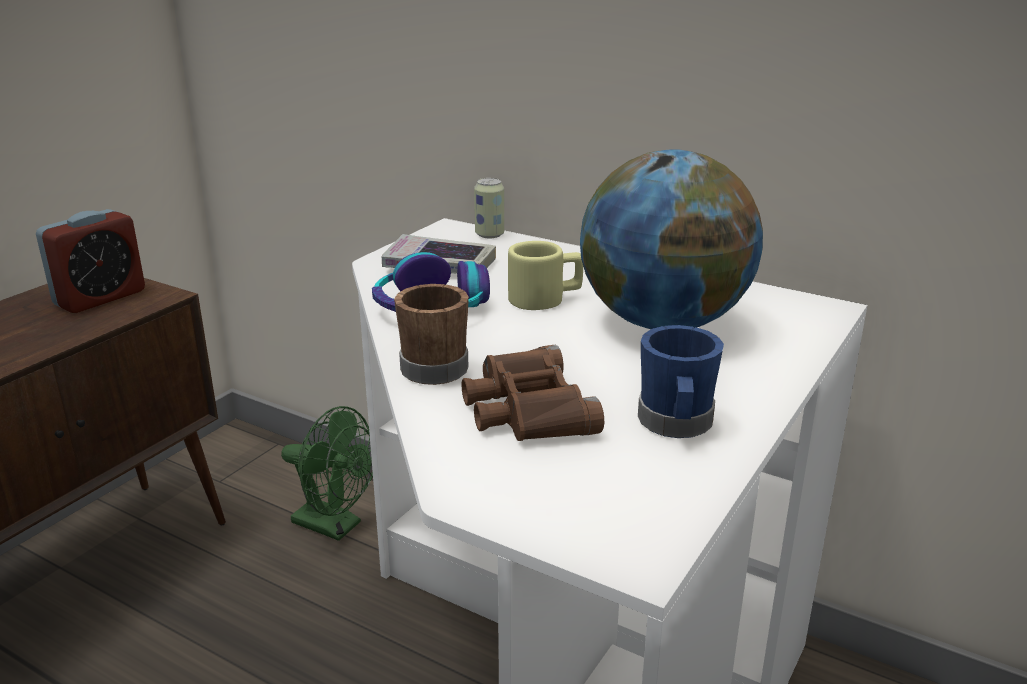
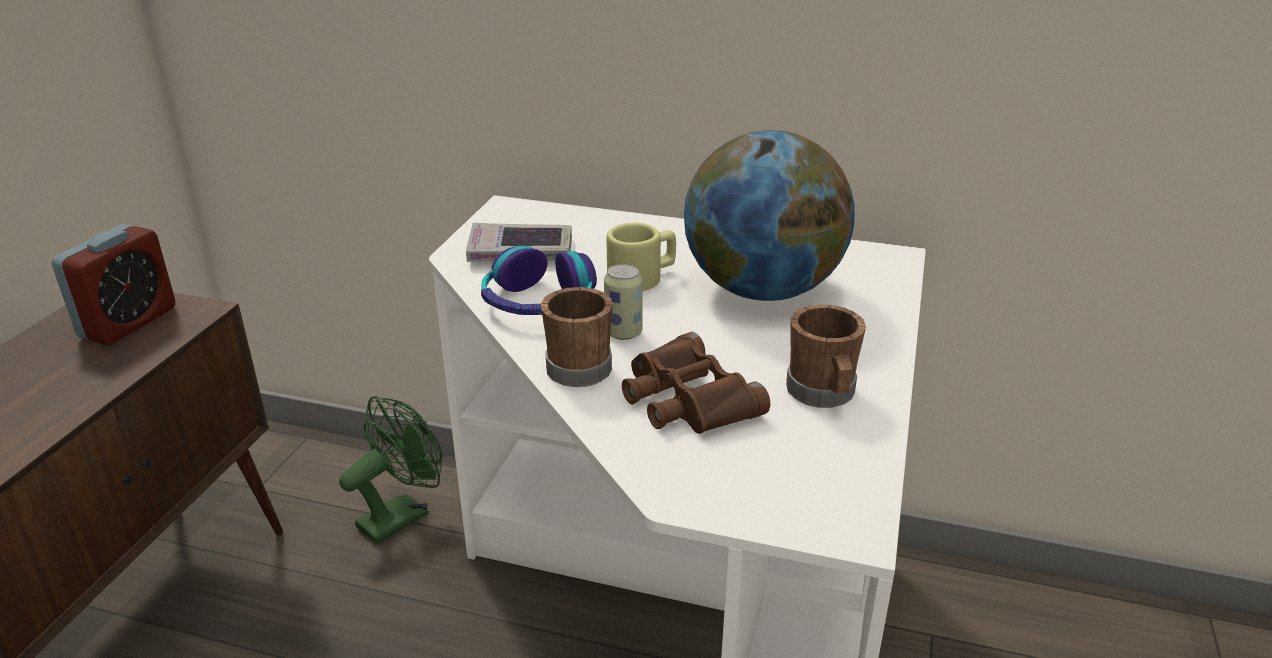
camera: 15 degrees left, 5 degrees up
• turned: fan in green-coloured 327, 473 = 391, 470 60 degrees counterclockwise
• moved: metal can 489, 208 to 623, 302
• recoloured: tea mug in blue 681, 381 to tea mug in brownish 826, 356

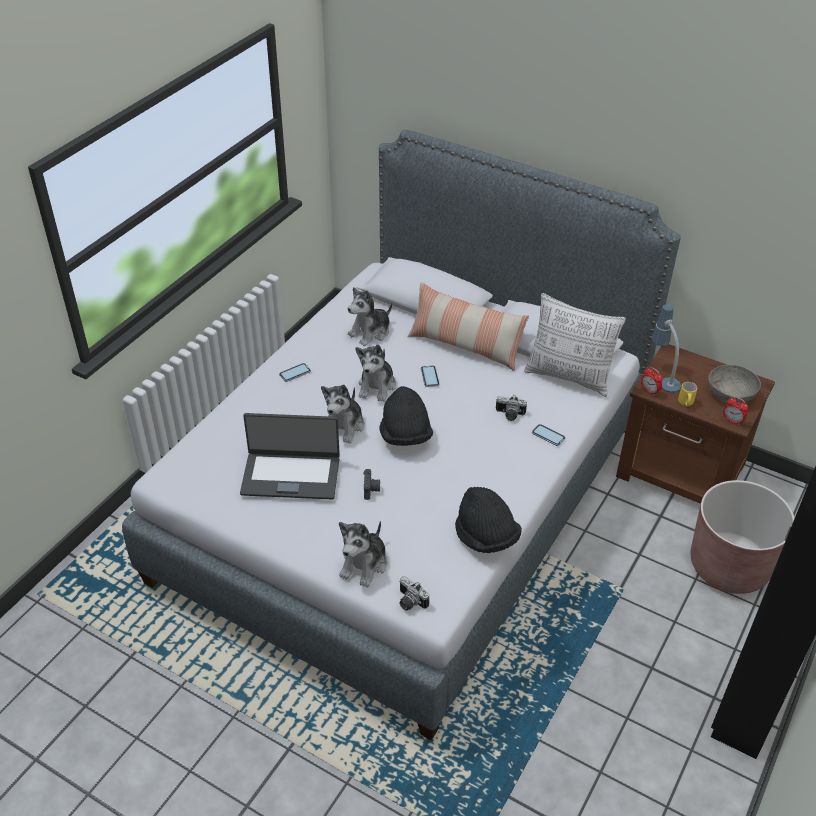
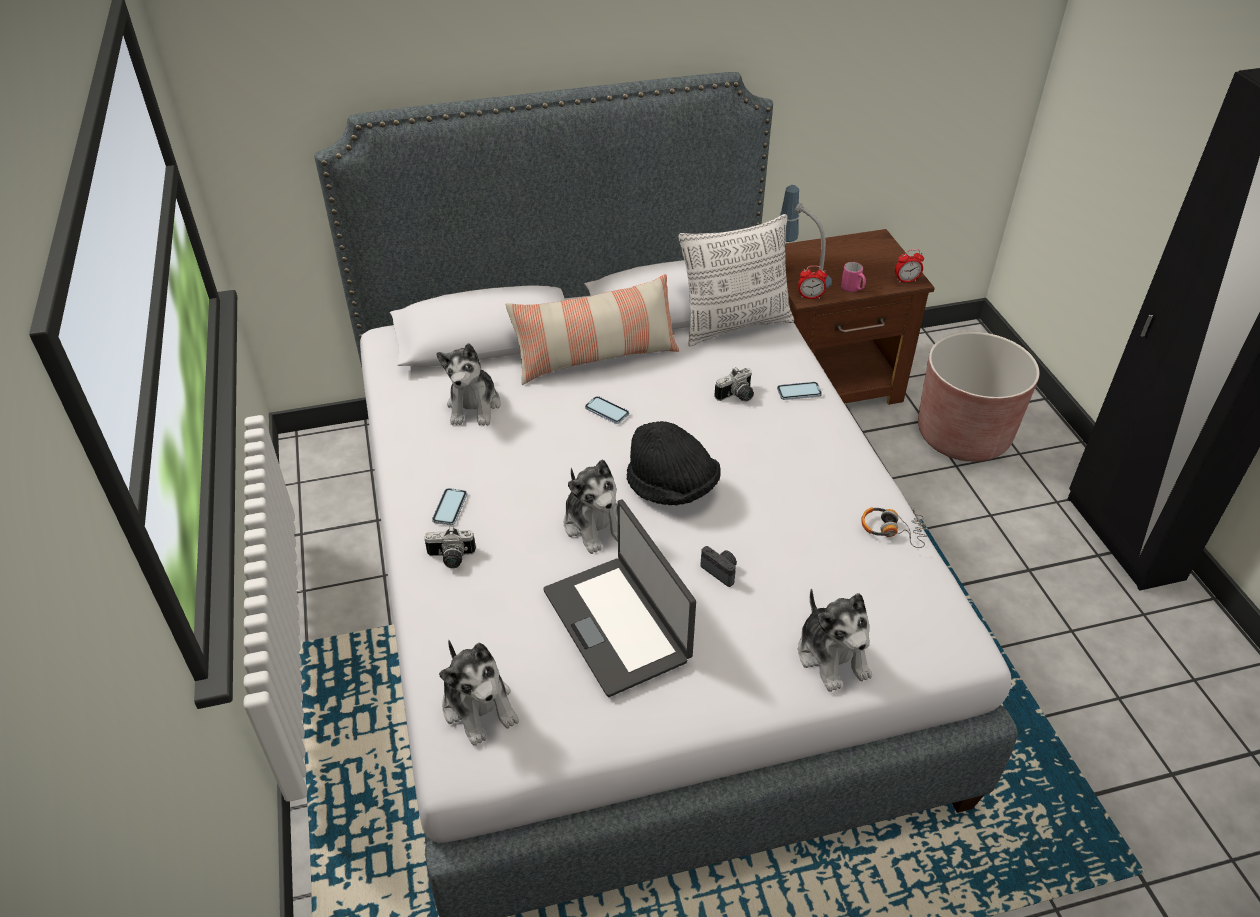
camera: 45 degrees left, 0 degrees up
• moved: still camera 414, 593 to 450, 547
• moved: cuddly toy 375, 373 to 479, 693
• turned: notebook computer 290, 456 = 619, 598 105 degrees clockwise
• recoloured: tea mug in yellow-coloured 687, 394 to tea mug in pinkish 853, 277
• replaced: clothing hat in black 488, 520 to headphones 894, 527
• removed: bowl in grey 734, 384

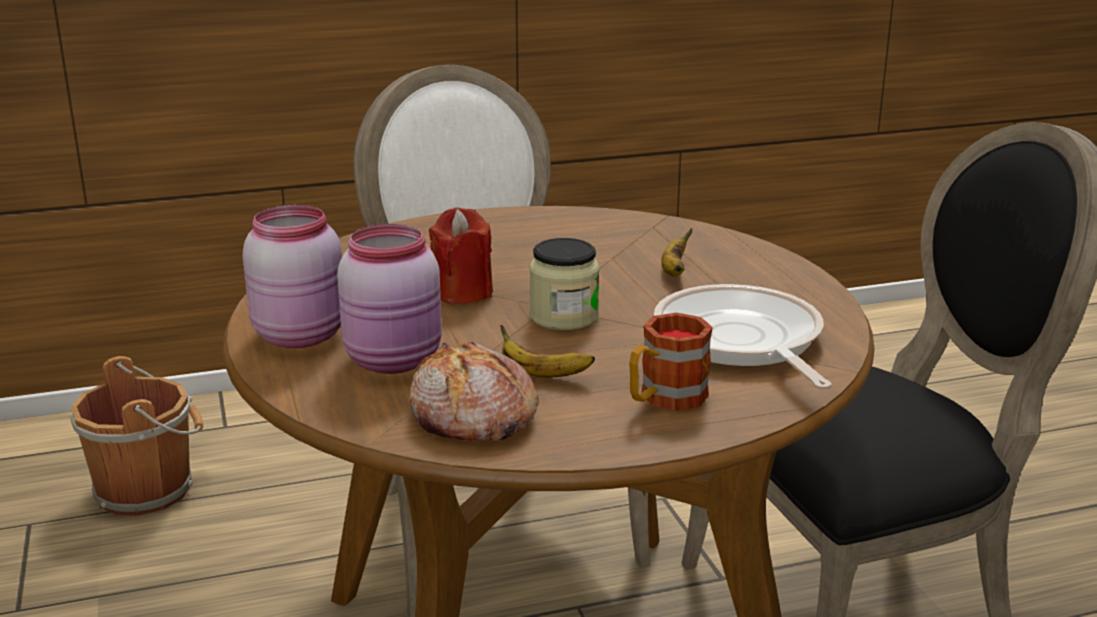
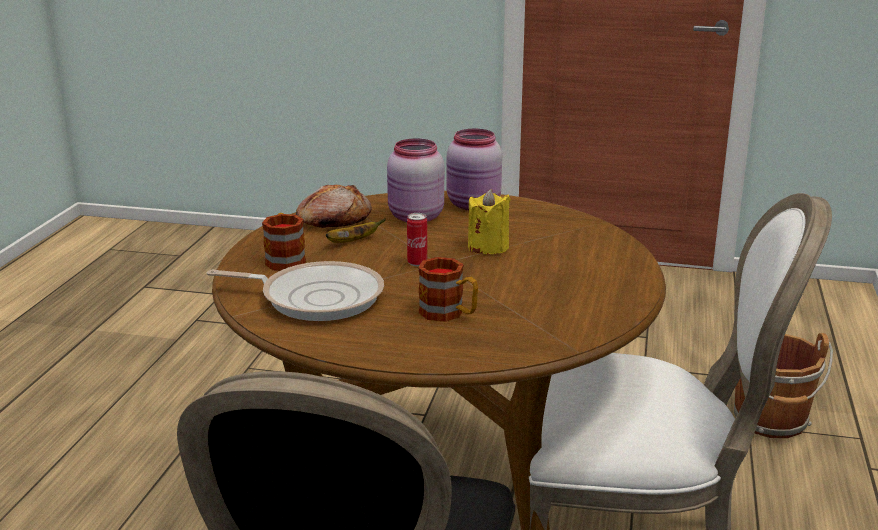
camera: 120 degrees right, 0 degrees up
• replaced: jar 564, 284 to metal can 417, 239
• replaced: banana 676, 252 to tea mug 448, 289
• recoloured: wax candle in red 461, 255 to wax candle in yellow-coloured 489, 221

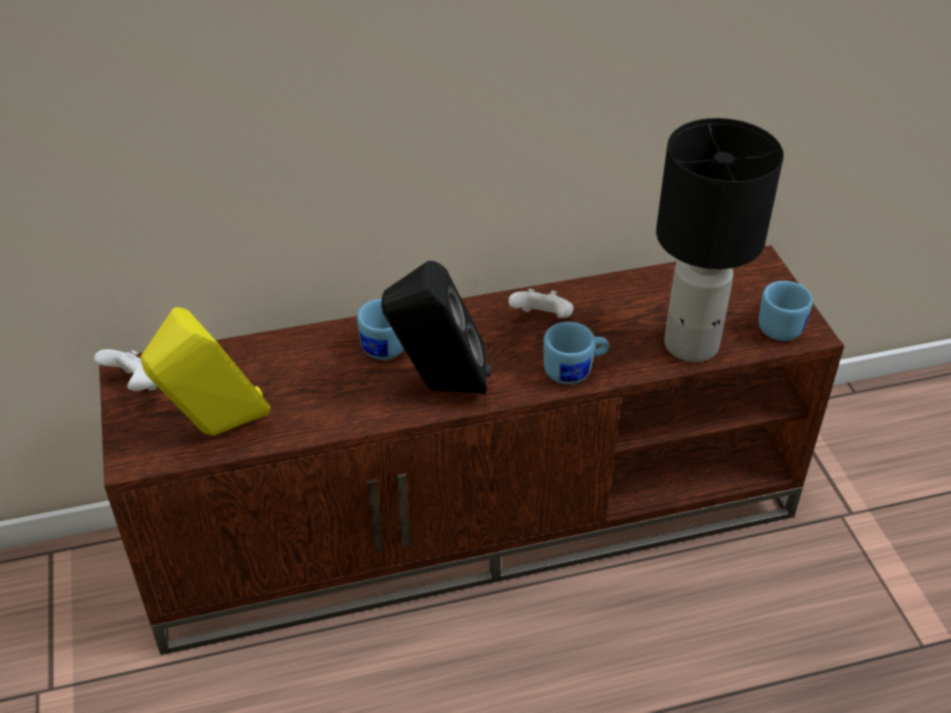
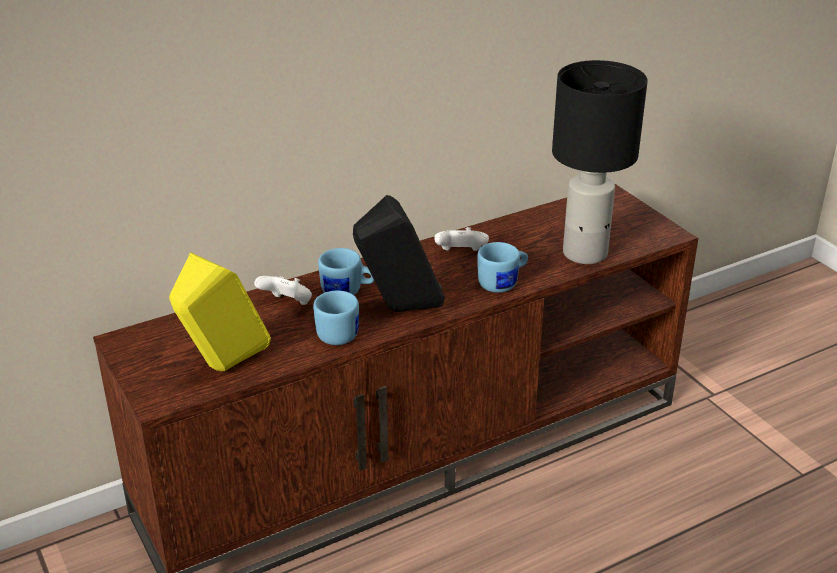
camera: 15 degrees left, 10 degrees down
• moved: gamepad in whitish 125, 370 to 283, 290
• moved: tea mug in blue 786, 311 to 336, 318

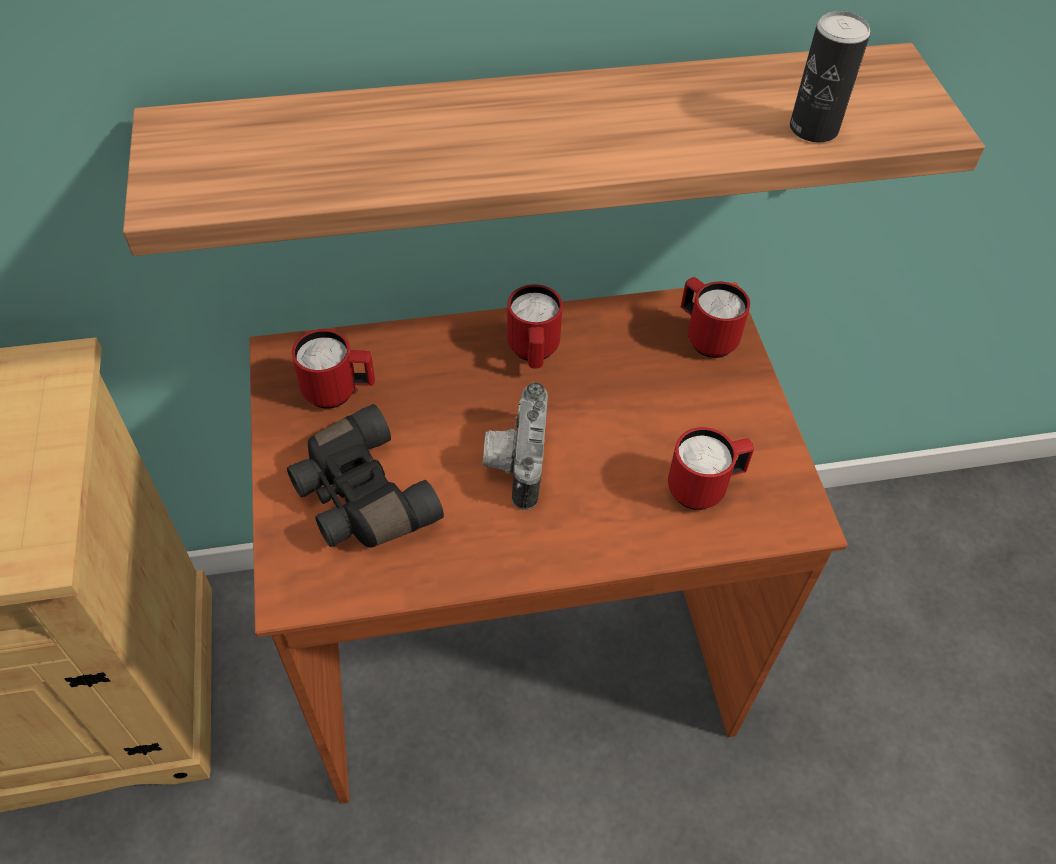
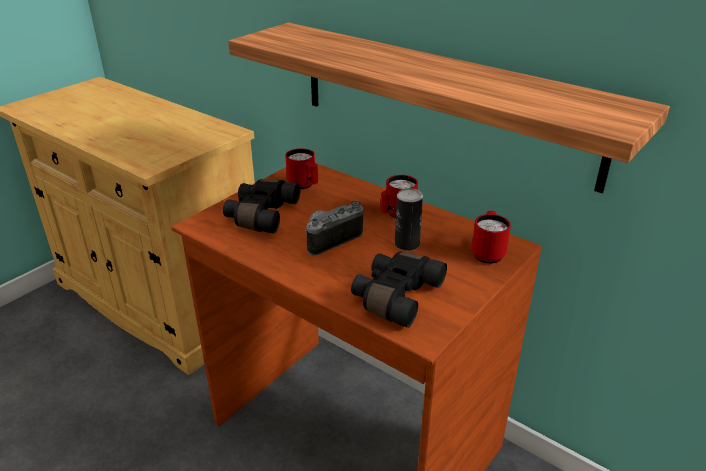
camera: 50 degrees right, 20 degrees down
• replaced: tea mug in red 711, 468 to binoculars in black 399, 289
• moved: metal can 830, 76 to 409, 219

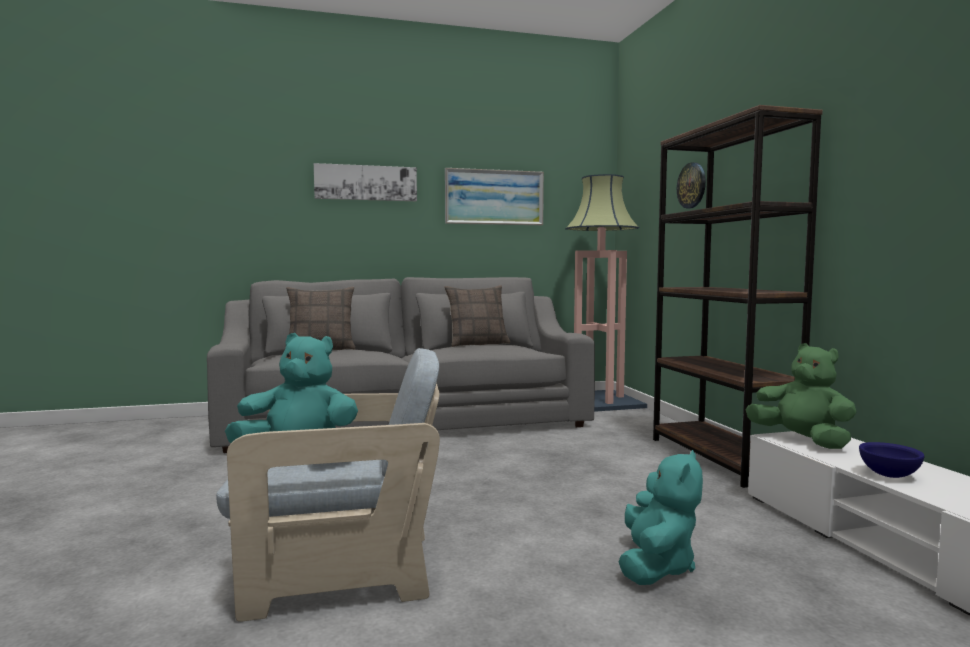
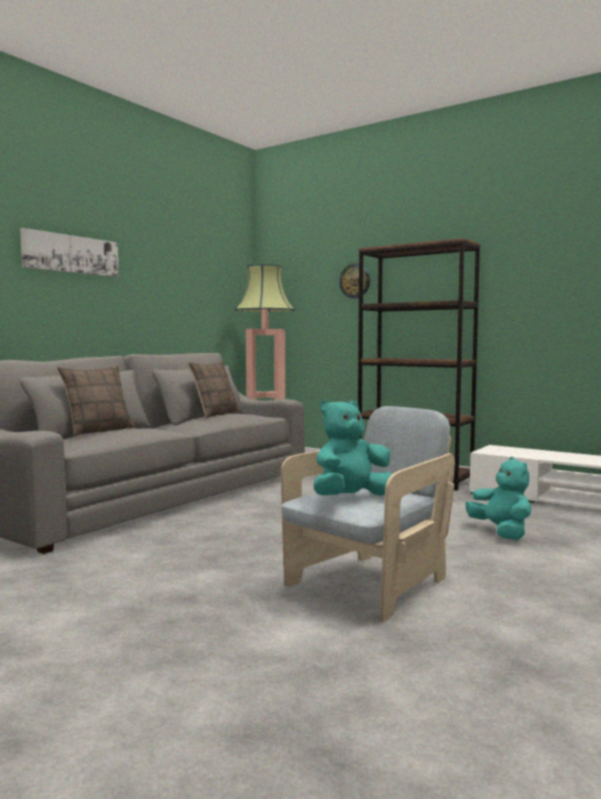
camera: 40 degrees left, 0 degrees up
• removed: wall picture 494, 196
• removed: cuddly toy in green-coloured 801, 396
• removed: bowl in blue 892, 460

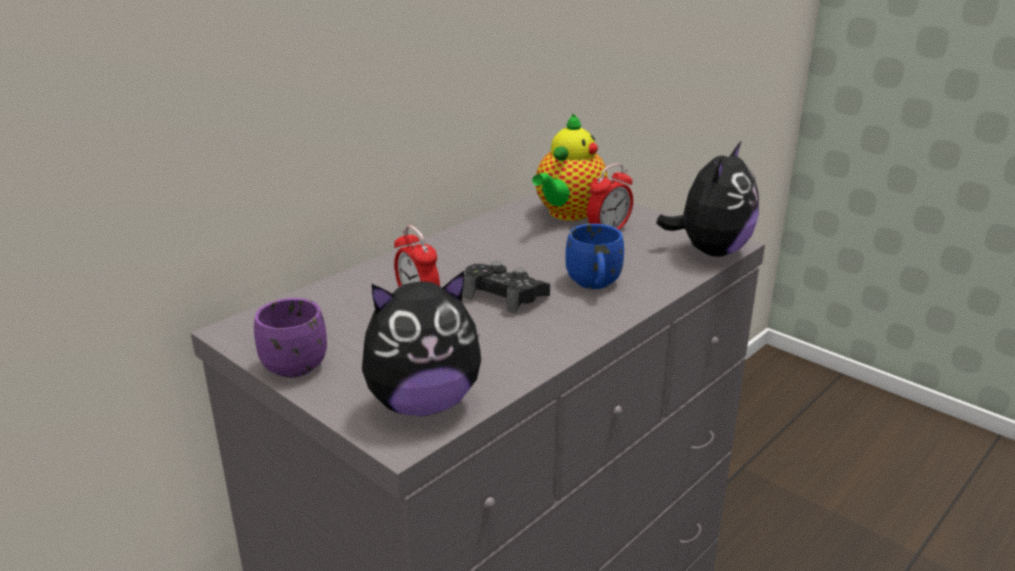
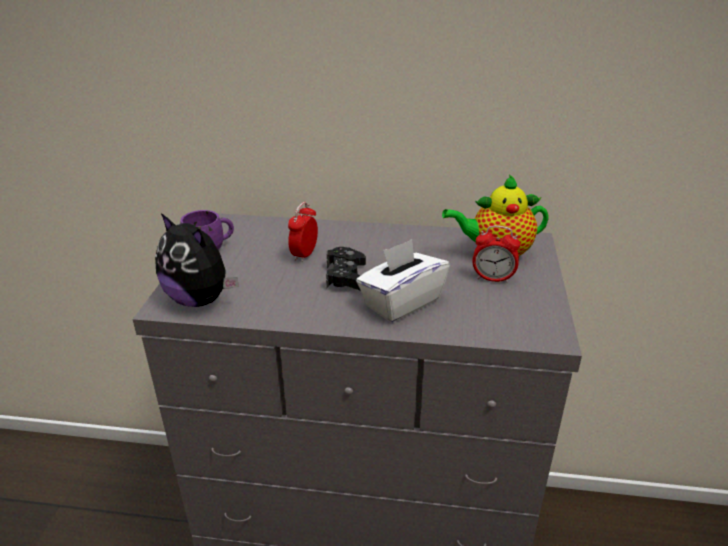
camera: 55 degrees right, 5 degrees up
• replaced: tea mug in blue 594, 256 to tissue holder in whitish 403, 280
• removed: cuddly toy 707, 198

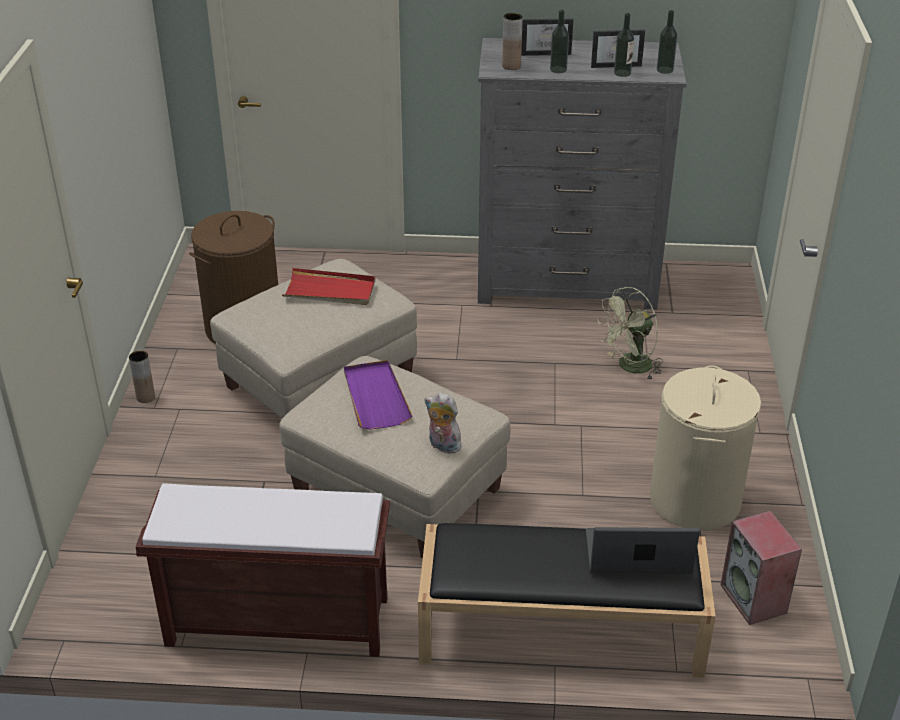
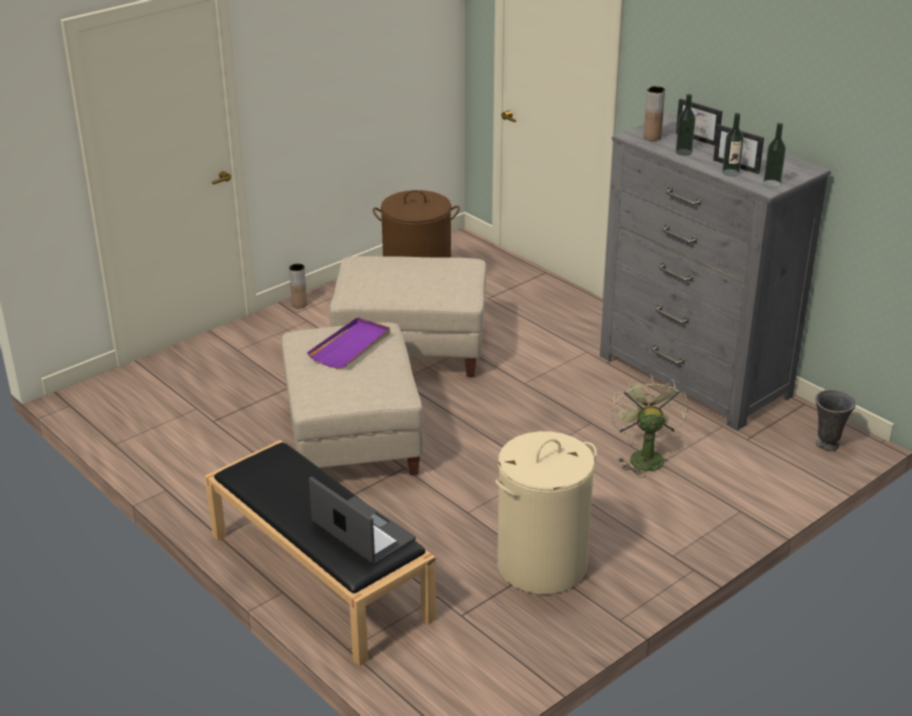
camera: 45 degrees right, 5 degrees down
• turned: fan in green-coloured 630, 333 = 649, 426 75 degrees clockwise
• added: vase in grey 835, 420
• removed: indoor bench in brownish 263, 570
• removed: carrying tray in red 329, 286
• removed: cuddly toy 443, 423
• removed: loudspeaker 761, 567

